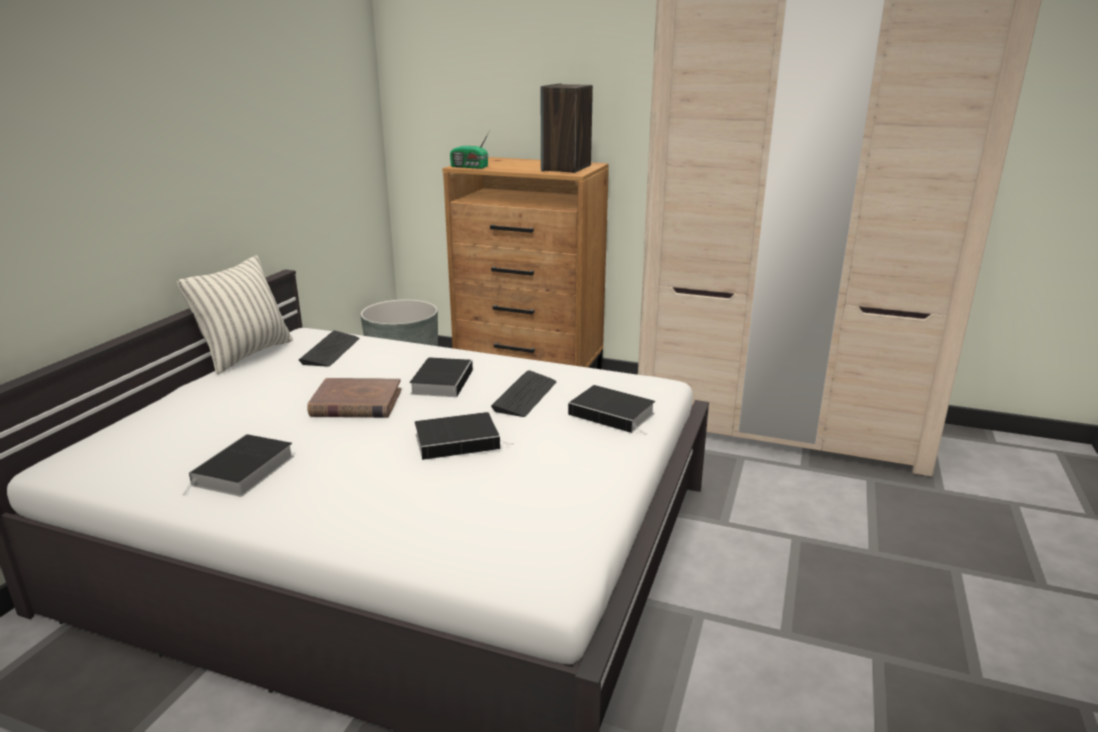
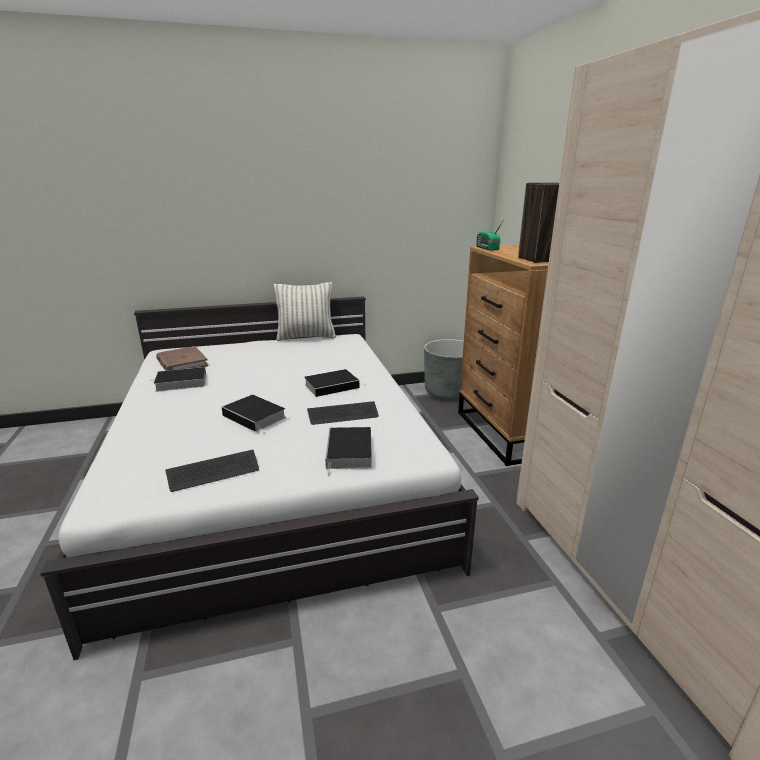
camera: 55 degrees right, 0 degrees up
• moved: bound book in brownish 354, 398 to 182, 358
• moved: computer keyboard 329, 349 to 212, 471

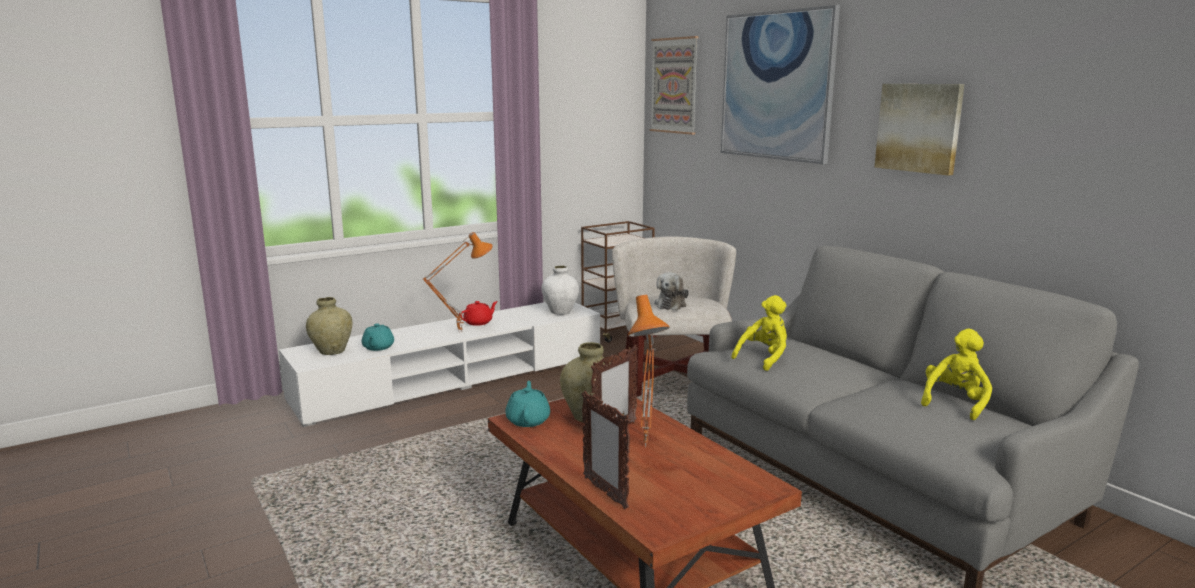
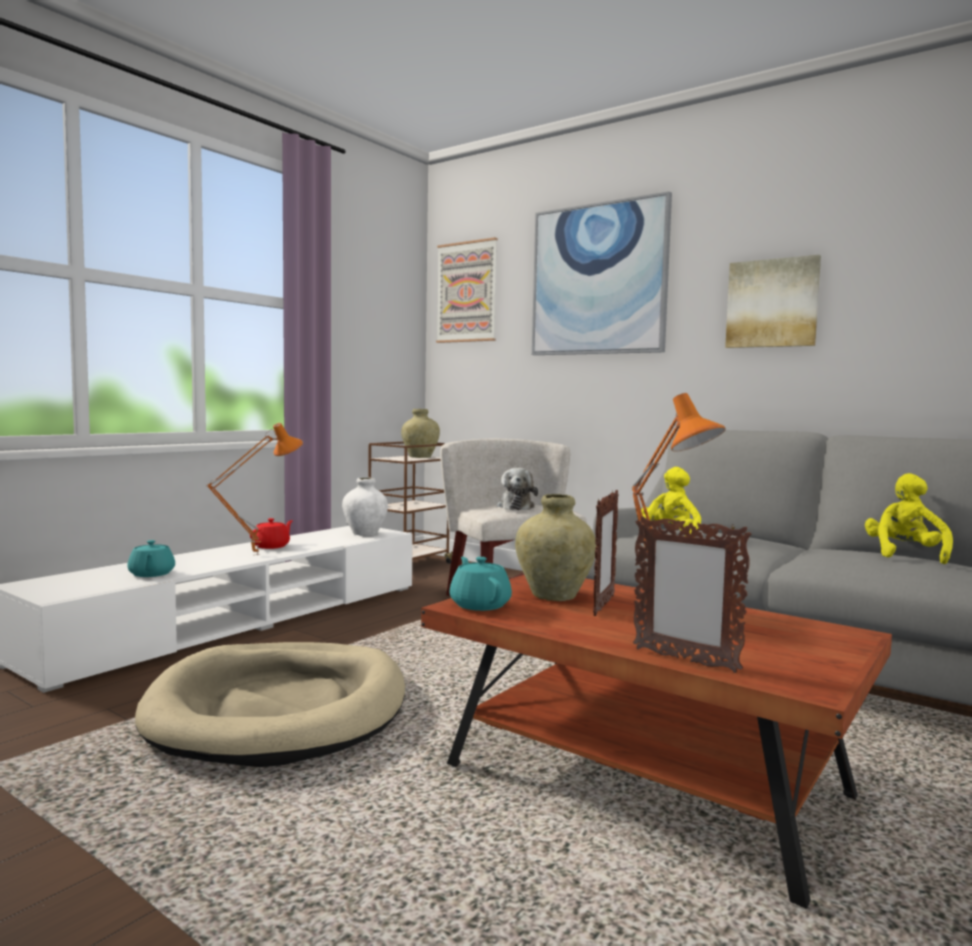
camera: 20 degrees left, 10 degrees down
• added: pet bed in beige-coloured 270, 704
• moved: vase in beige-coloured 329, 326 to 420, 433

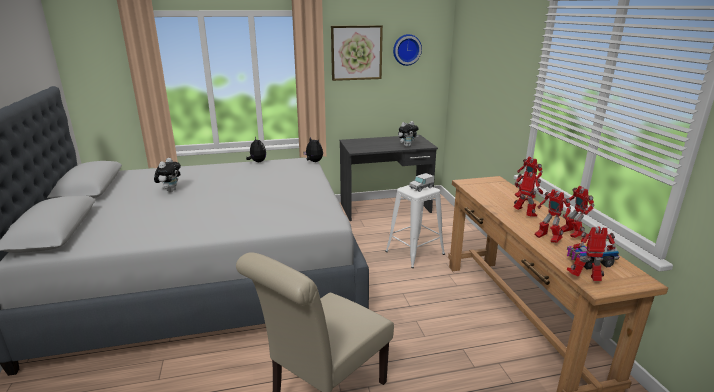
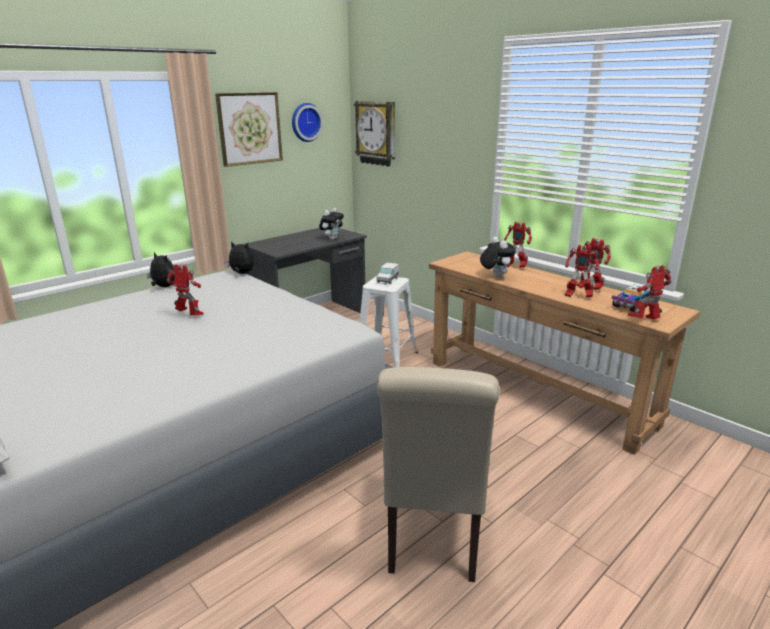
camera: 30 degrees left, 0 degrees up
• moved: toy robot 528, 194 to 185, 290
• added: wall clock 374, 133
• moved: cuddly toy 167, 175 to 498, 257

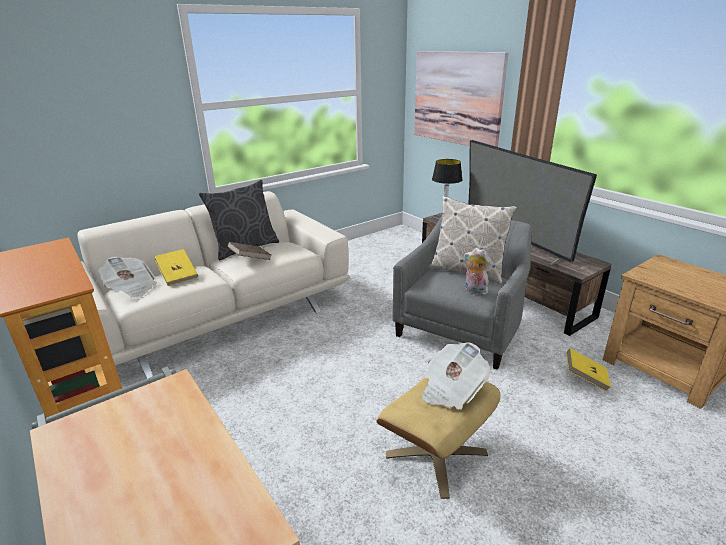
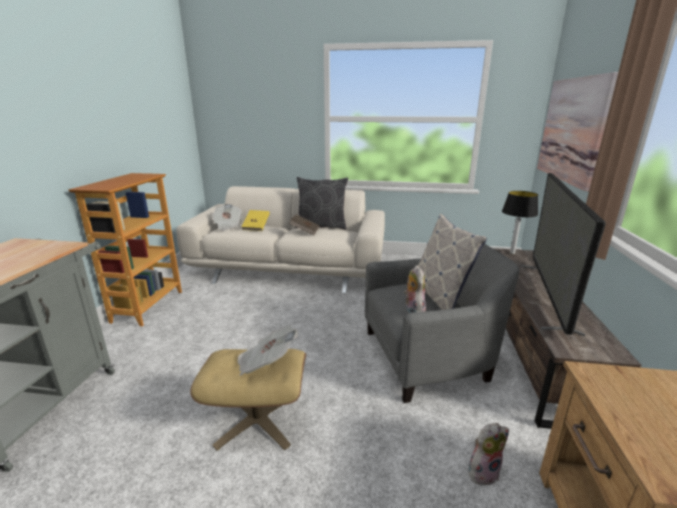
camera: 45 degrees right, 5 degrees down
• replaced: bound book in yellow-coloured 588, 370 to cuddly toy 489, 455

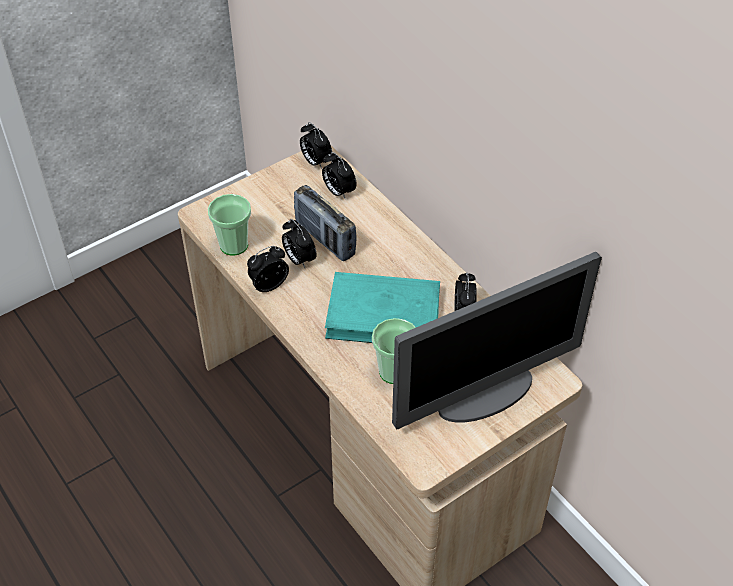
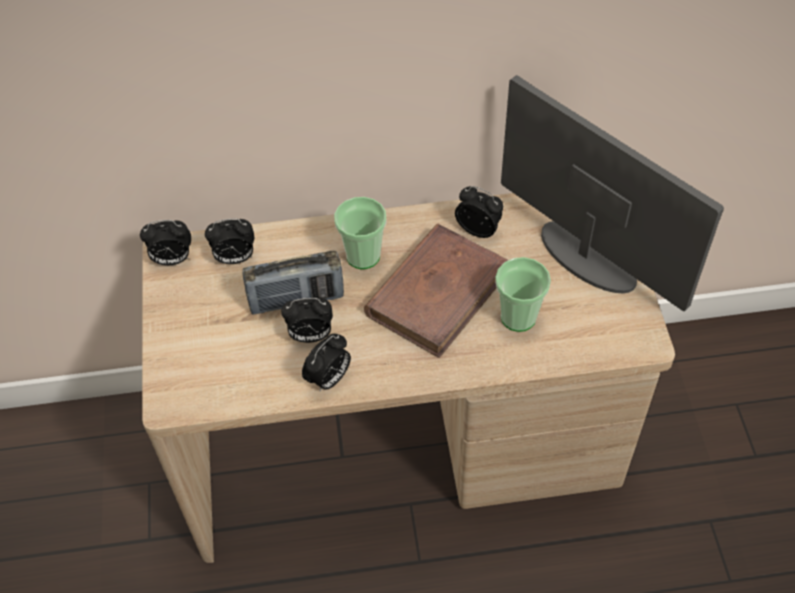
camera: 60 degrees left, 5 degrees up
• turned: bedside clock 268, 269 = 326, 362 135 degrees counterclockwise
• moved: cup 229, 225 to 360, 233
• recoloured: bound book in blue-green 382, 307 to bound book in brownish 436, 291
• turned: computer display 497, 340 = 612, 193 45 degrees counterclockwise

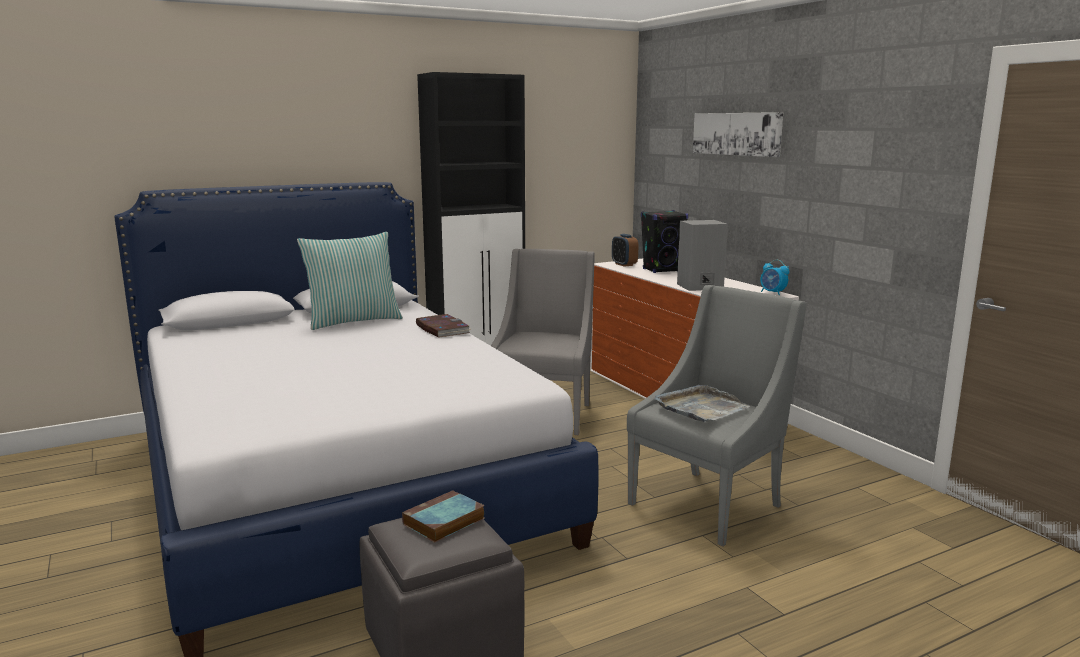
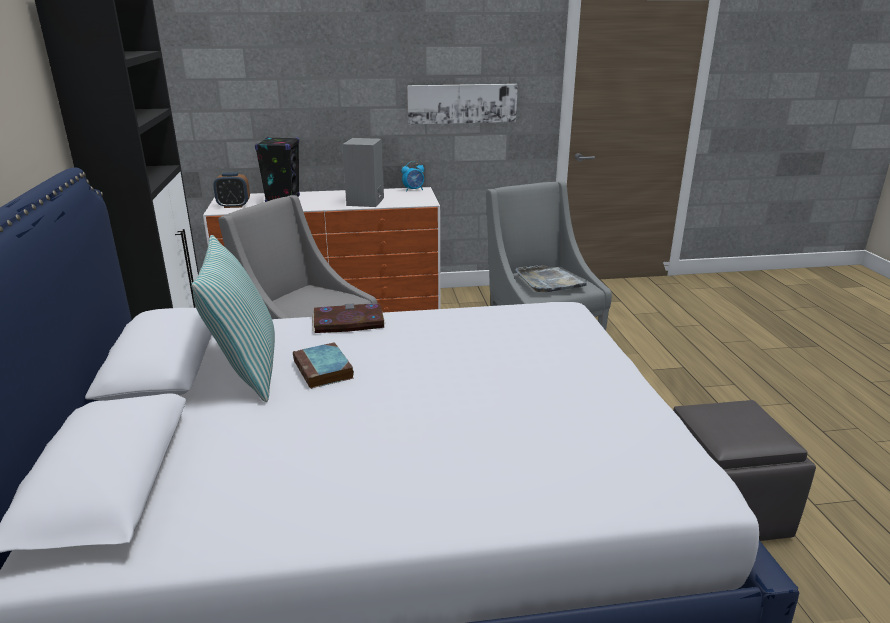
camera: 70 degrees left, 10 degrees up
• moved: bound book 443, 516 to 323, 365
• moved: wall picture 738, 134 to 462, 104

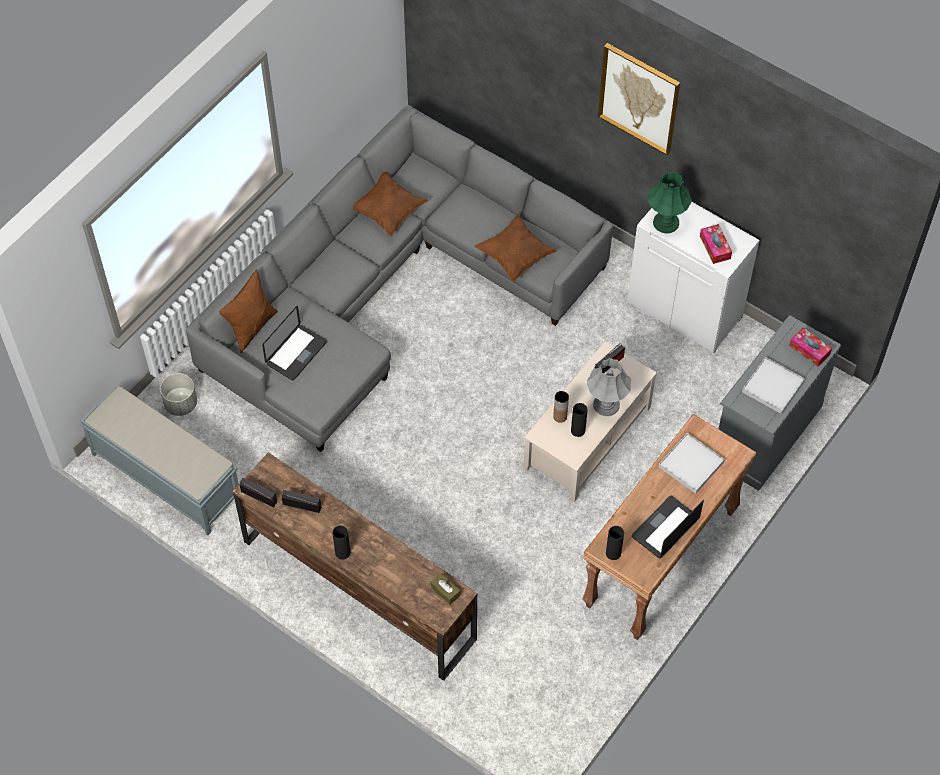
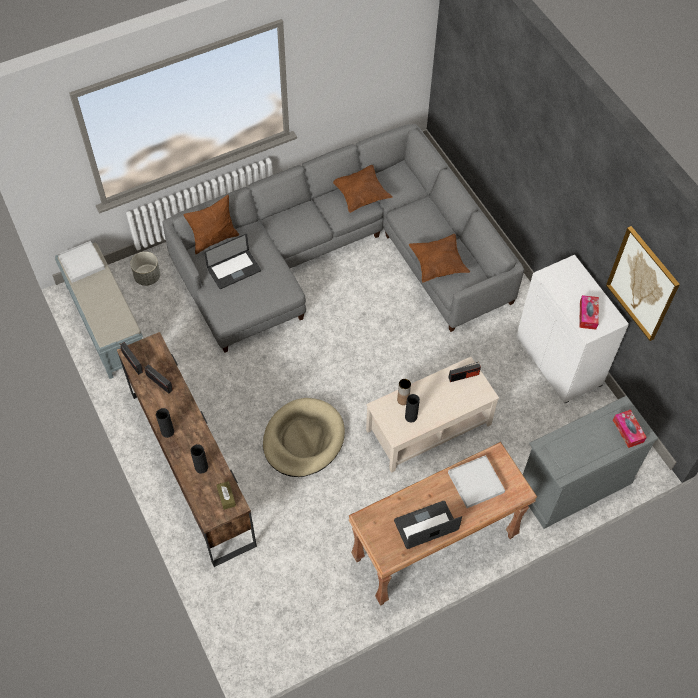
camera: 25 degrees right, 0 degrees up
• moved: carrying tray in whitish 773, 385 to 81, 262
• moved: vase in black 615, 543 to 199, 459
• added: pet bed in beige-coloured 304, 437
• moved: wall picture 639, 99 to 643, 283
• removed: tabletop lamp in grey 609, 387
• removed: tabletop lamp in green-coloured 670, 202

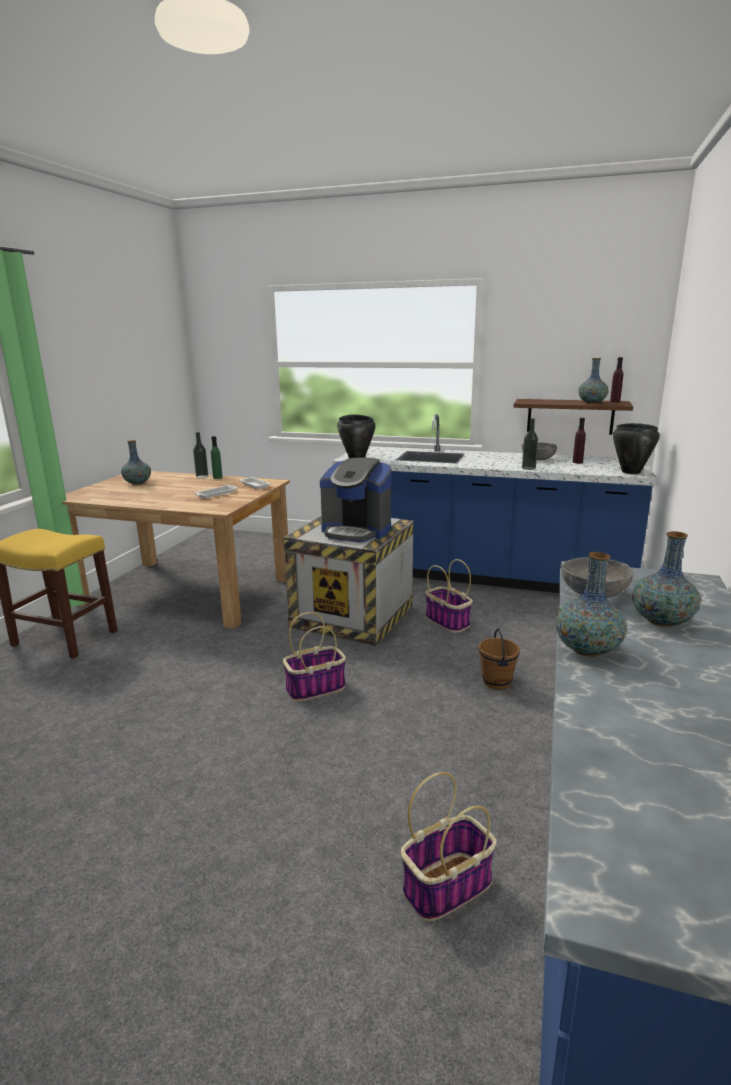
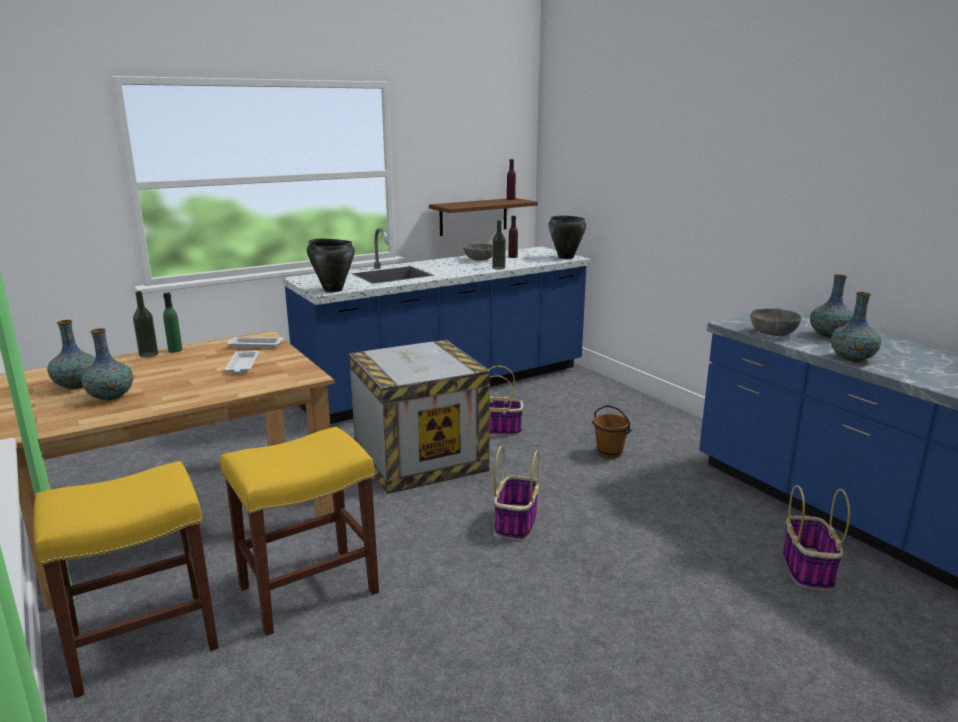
camera: 50 degrees left, 0 degrees up
• moved: vase 594, 381 to 107, 364
• added: sitting stool in yellow-coloured 299, 531
• removed: coffee machine 355, 499

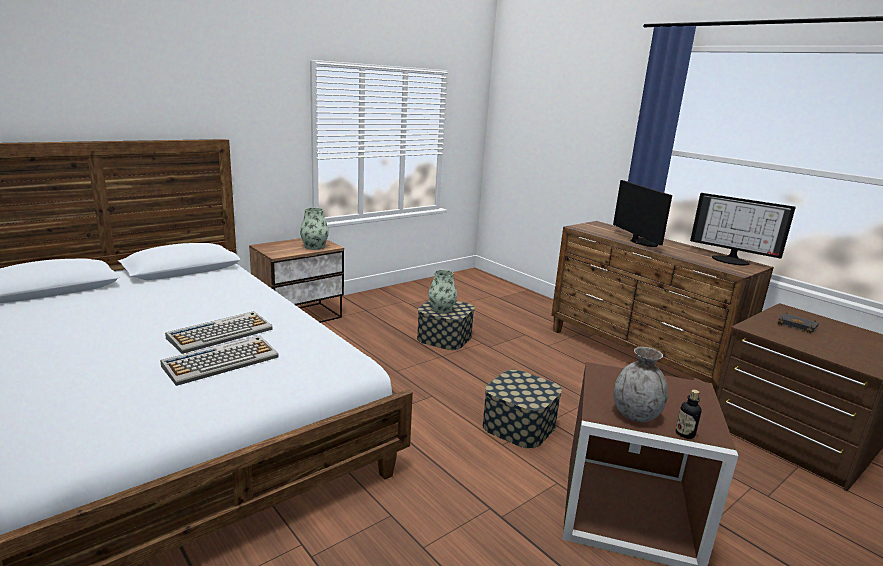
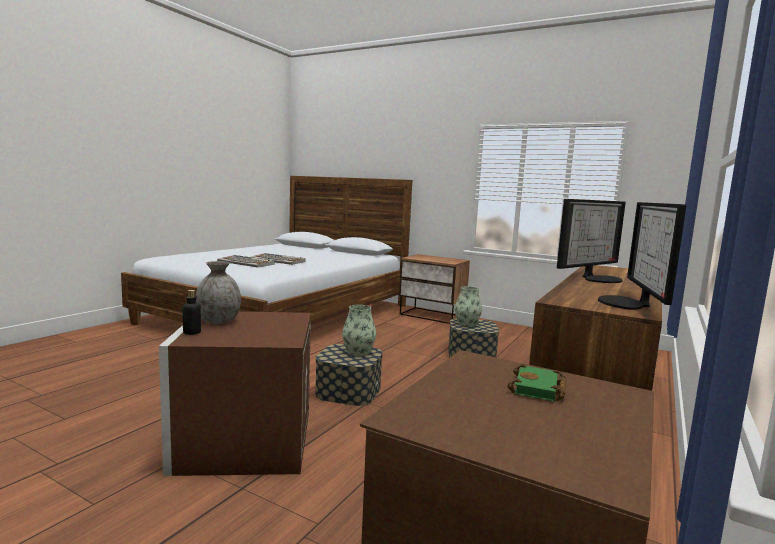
camera: 70 degrees right, 10 degrees down
• moved: vase 314, 229 to 359, 330
• recoloured: bound book in black 798, 322 to bound book in green-coloured 537, 383

